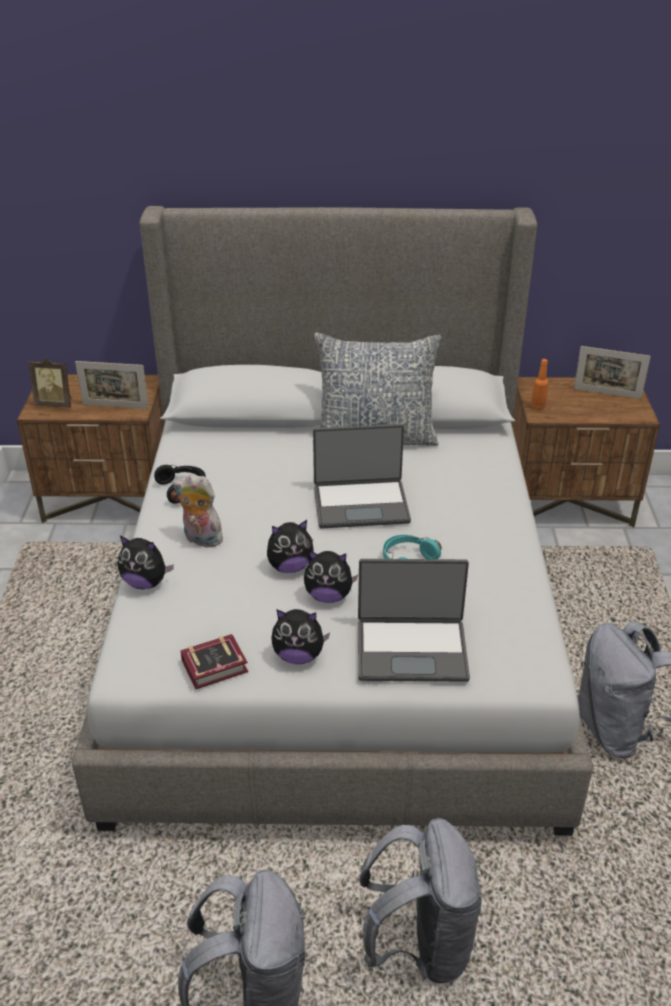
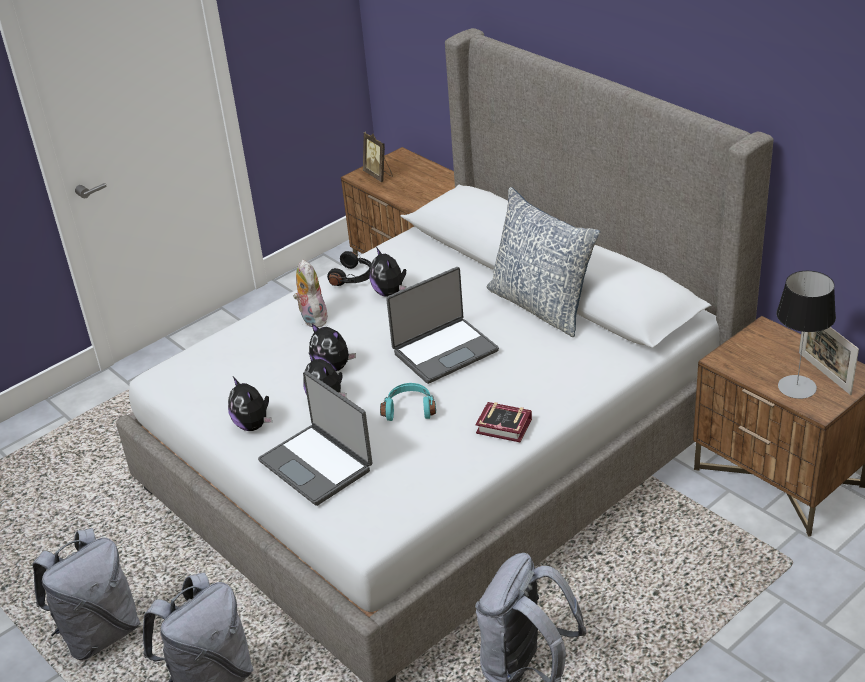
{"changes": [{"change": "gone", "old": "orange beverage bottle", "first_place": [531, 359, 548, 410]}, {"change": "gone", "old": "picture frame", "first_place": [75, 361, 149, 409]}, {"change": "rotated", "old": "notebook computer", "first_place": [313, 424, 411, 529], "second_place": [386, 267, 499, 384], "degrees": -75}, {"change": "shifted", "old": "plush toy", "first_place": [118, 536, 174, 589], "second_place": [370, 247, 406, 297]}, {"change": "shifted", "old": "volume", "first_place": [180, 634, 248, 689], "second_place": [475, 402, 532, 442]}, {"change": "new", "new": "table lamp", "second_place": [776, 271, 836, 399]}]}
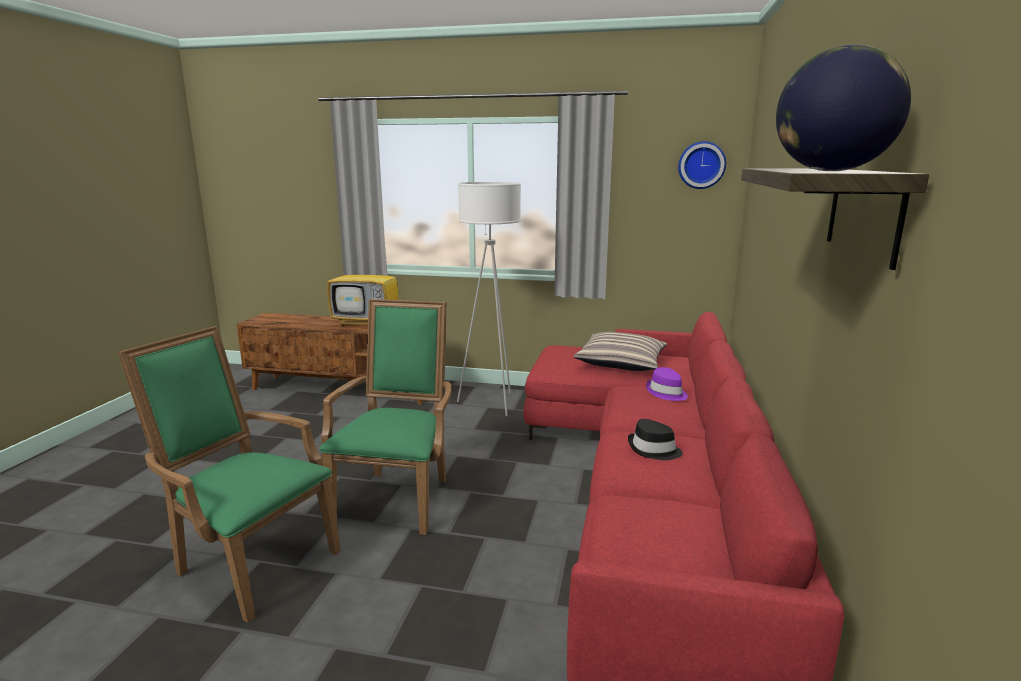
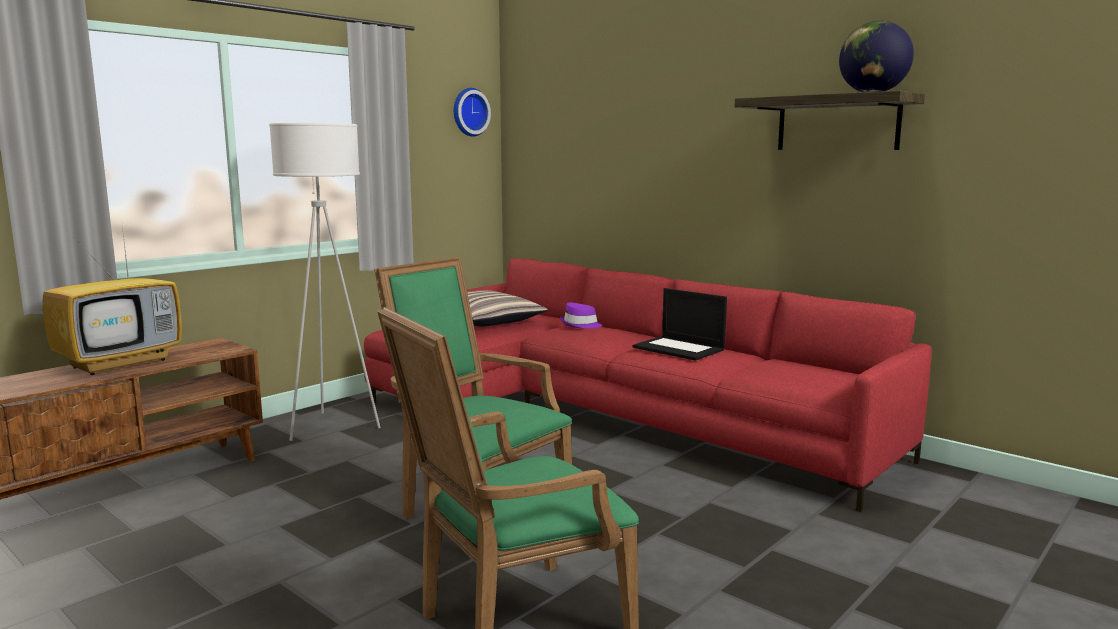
{"changes": [{"change": "swapped", "old": "black clothing hat", "new": "notebook computer", "first_place": [628, 419, 683, 460], "second_place": [633, 288, 727, 361]}]}
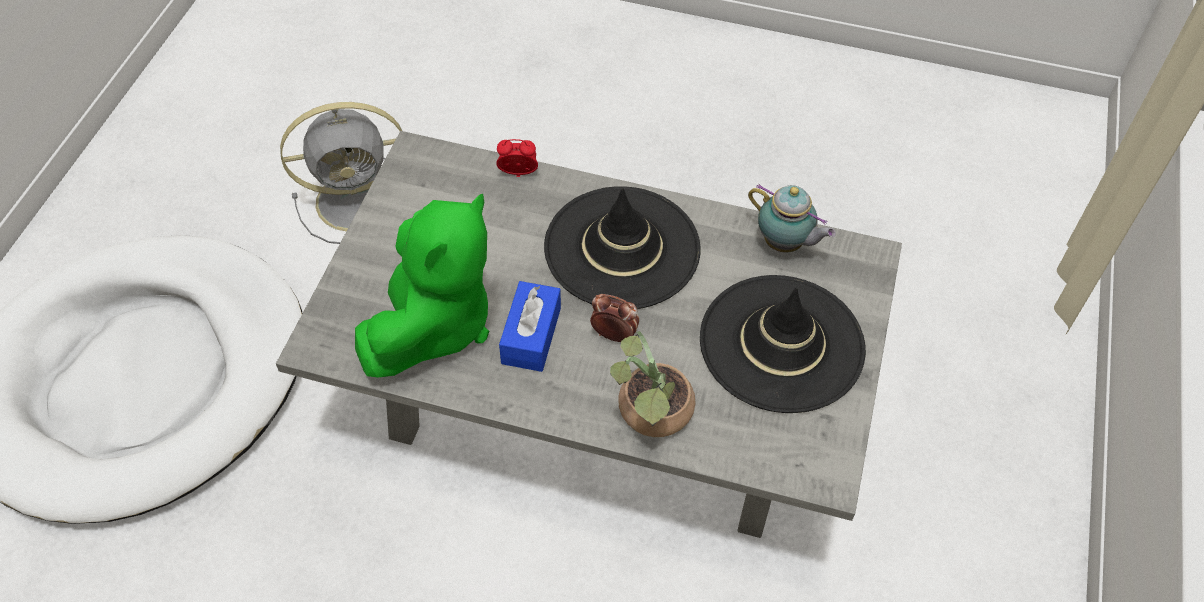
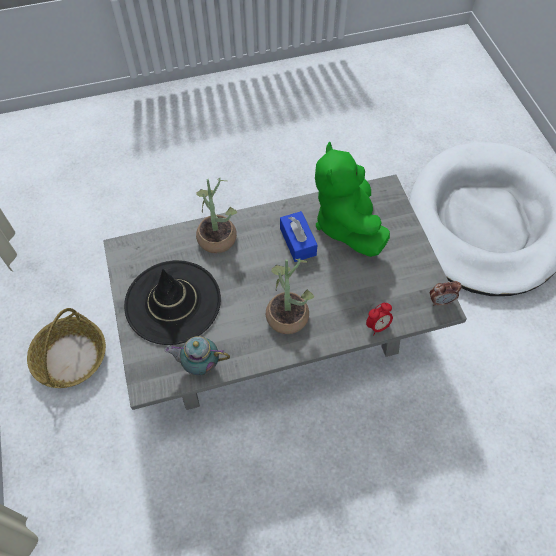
{"changes": [{"change": "gone", "old": "gray cooling fan", "first_place": [280, 102, 402, 244]}, {"change": "swapped", "old": "black clothing hat", "new": "plant in a pot", "first_place": [544, 187, 700, 309], "second_place": [266, 258, 314, 334]}, {"change": "shifted", "old": "alarm clock", "first_place": [590, 294, 639, 342], "second_place": [430, 281, 462, 306]}, {"change": "new", "new": "basket", "second_place": [27, 308, 106, 388]}]}
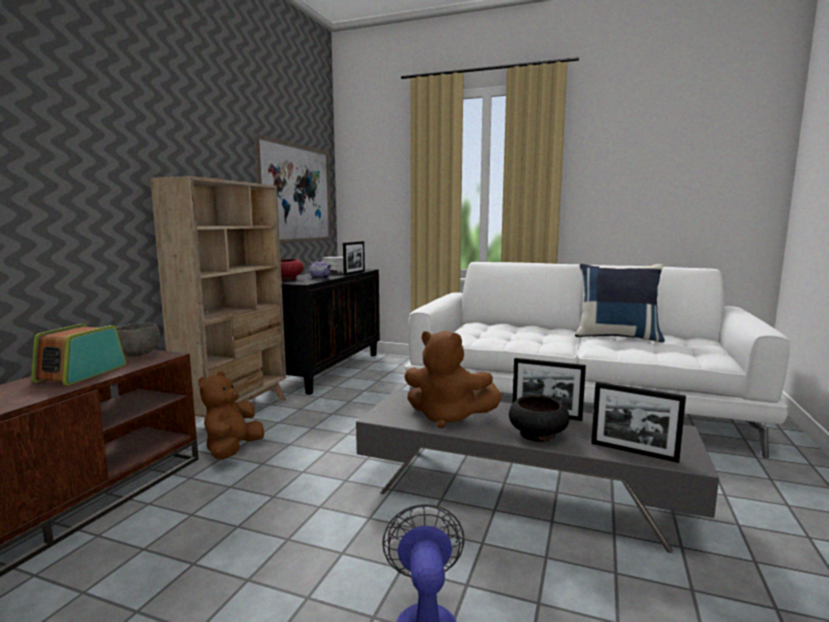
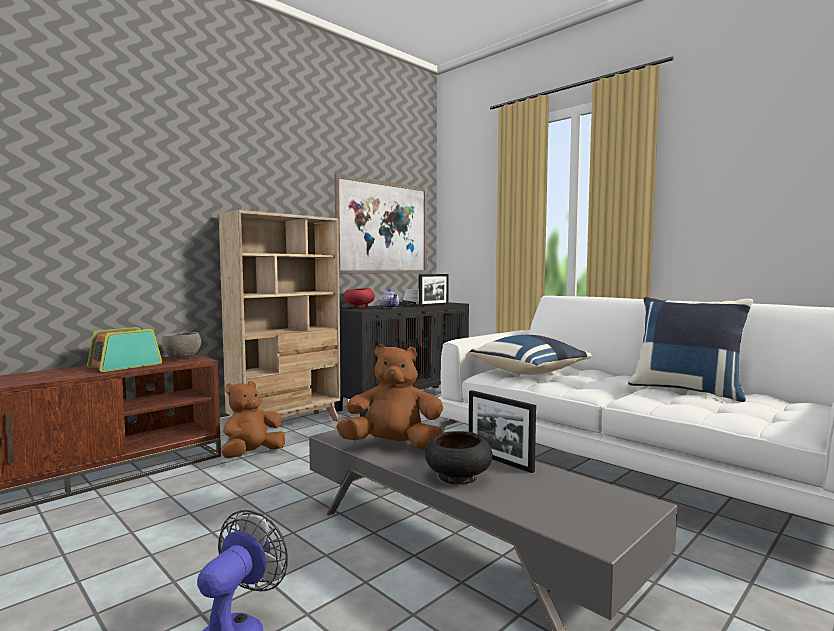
{"changes": [{"change": "rotated", "old": "brown plush toy", "first_place": [404, 331, 502, 428], "second_place": [336, 344, 443, 450], "degrees": 135}, {"change": "gone", "old": "picture frame", "first_place": [591, 382, 686, 463]}, {"change": "new", "new": "bluish throw pillow", "second_place": [470, 335, 592, 375]}]}
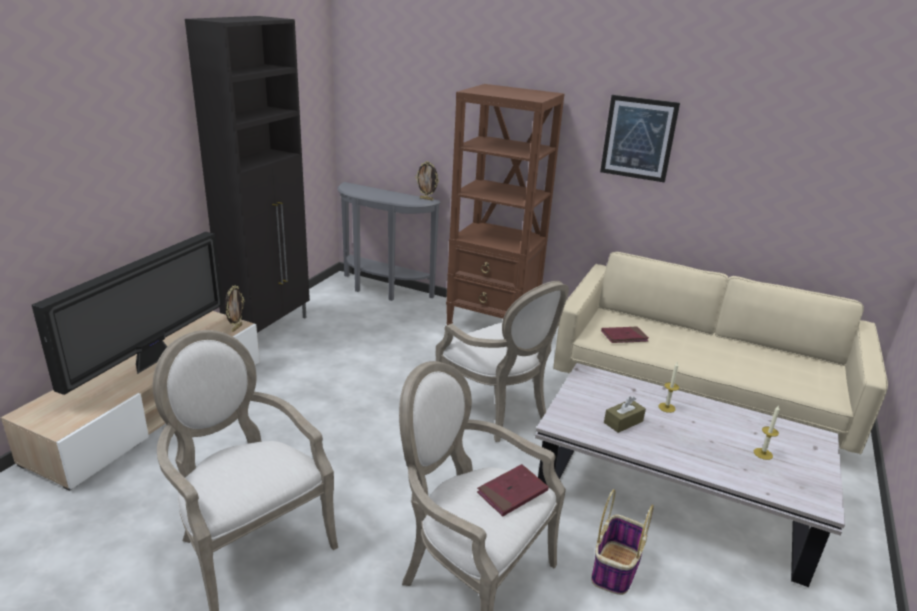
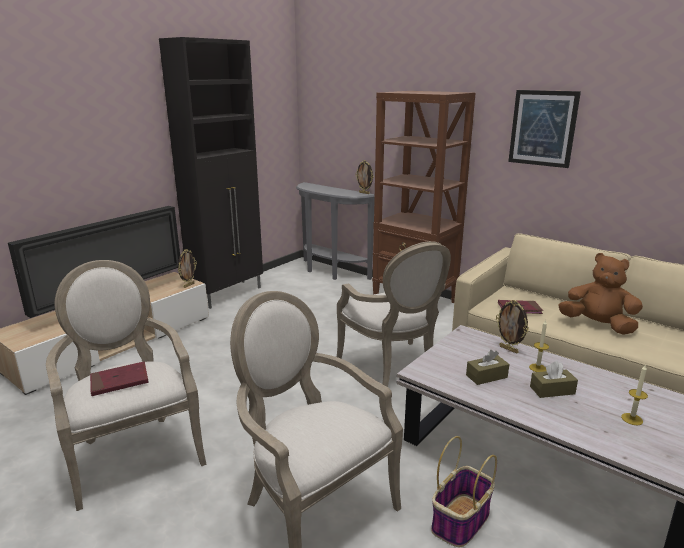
{"changes": [{"change": "shifted", "old": "reddish volume", "first_place": [477, 464, 548, 516], "second_place": [90, 361, 149, 396]}, {"change": "new", "new": "brown plush toy", "second_place": [558, 253, 643, 335]}, {"change": "new", "new": "picture frame", "second_place": [496, 300, 529, 353]}, {"change": "new", "new": "brown tissue holder", "second_place": [530, 361, 578, 398]}]}
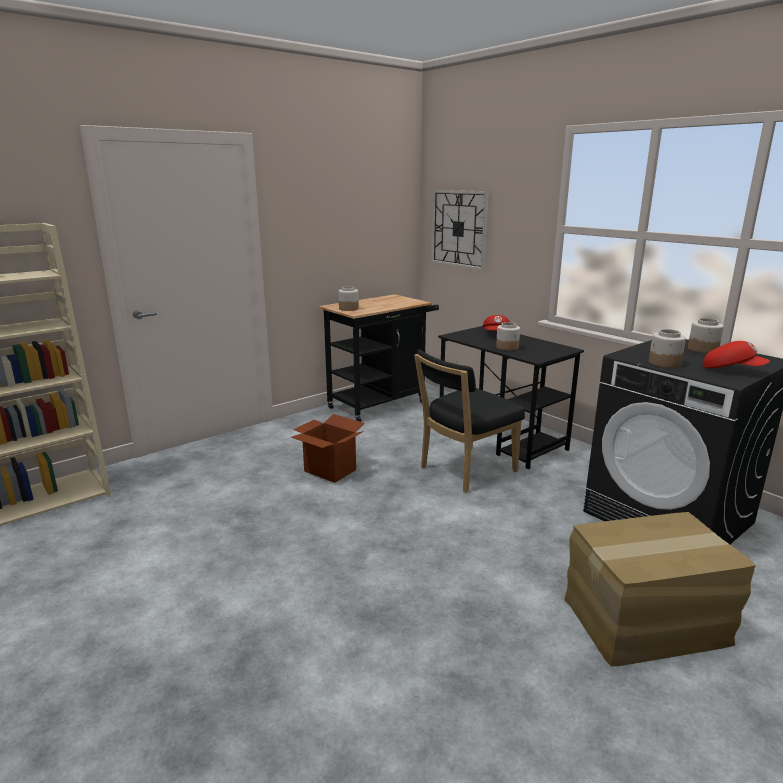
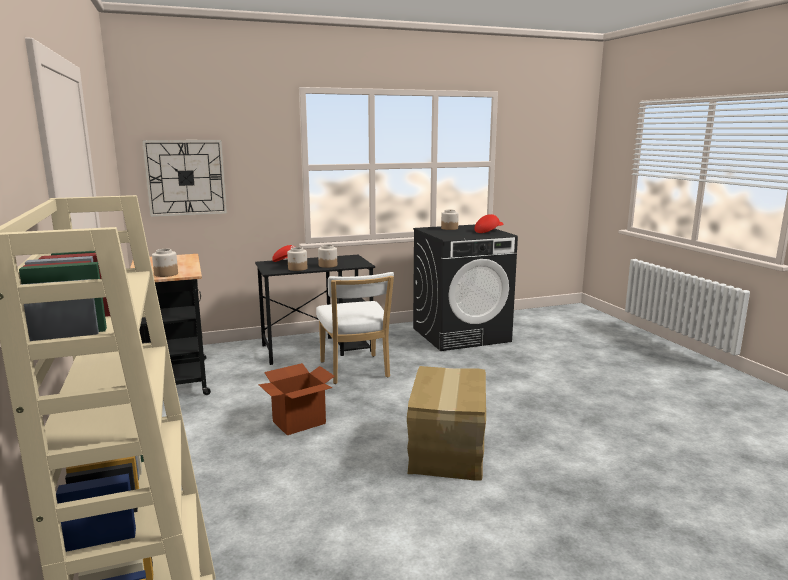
{"changes": [{"change": "shifted", "old": "storage jar", "first_place": [649, 329, 686, 368], "second_place": [287, 247, 307, 271]}, {"change": "repainted", "old": "black chair", "new": "white chair", "first_place": [414, 349, 525, 492], "second_place": [316, 272, 394, 384]}, {"change": "shifted", "old": "carton", "first_place": [564, 512, 756, 667], "second_place": [407, 366, 486, 481]}]}
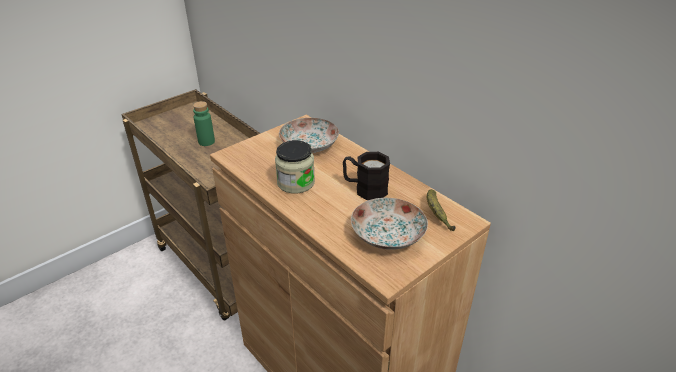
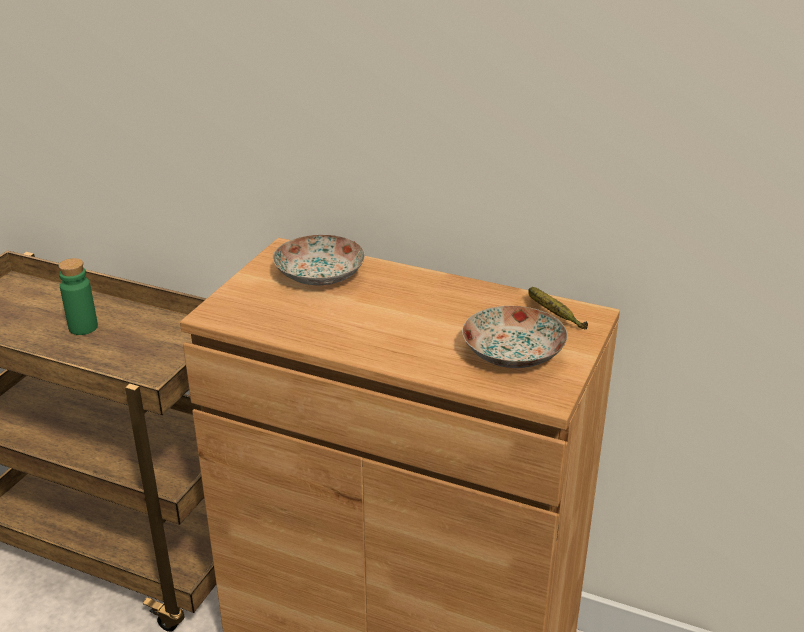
{"changes": [{"change": "gone", "old": "storage jar", "first_place": [275, 140, 315, 194]}, {"change": "gone", "old": "black tea mug", "first_place": [343, 152, 390, 200]}]}
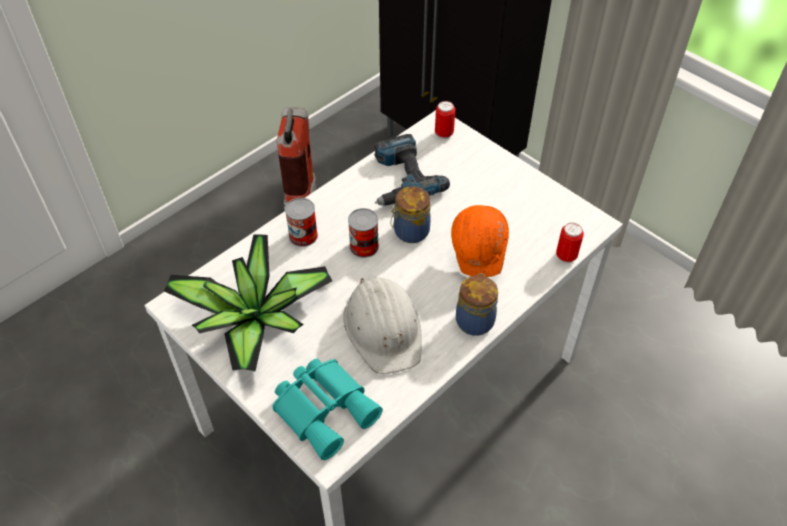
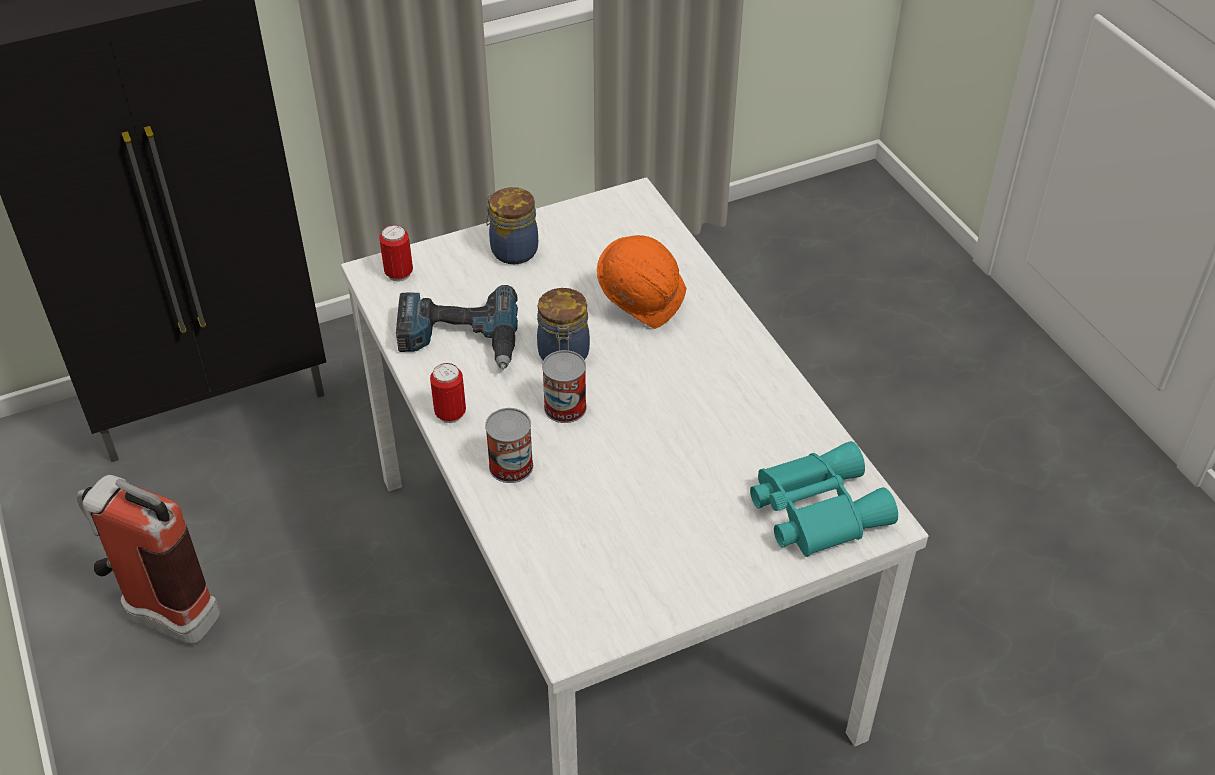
{"changes": [{"change": "shifted", "old": "metal can", "first_place": [556, 223, 584, 263], "second_place": [430, 363, 466, 423]}, {"change": "gone", "old": "plant in a pot", "first_place": [164, 235, 332, 371]}, {"change": "shifted", "old": "storage jar", "first_place": [456, 274, 498, 336], "second_place": [486, 187, 538, 264]}, {"change": "gone", "old": "white work helmet", "first_place": [343, 278, 422, 374]}]}
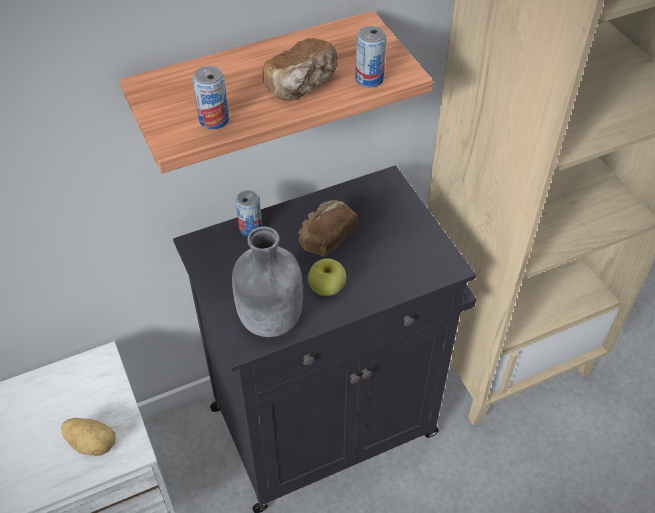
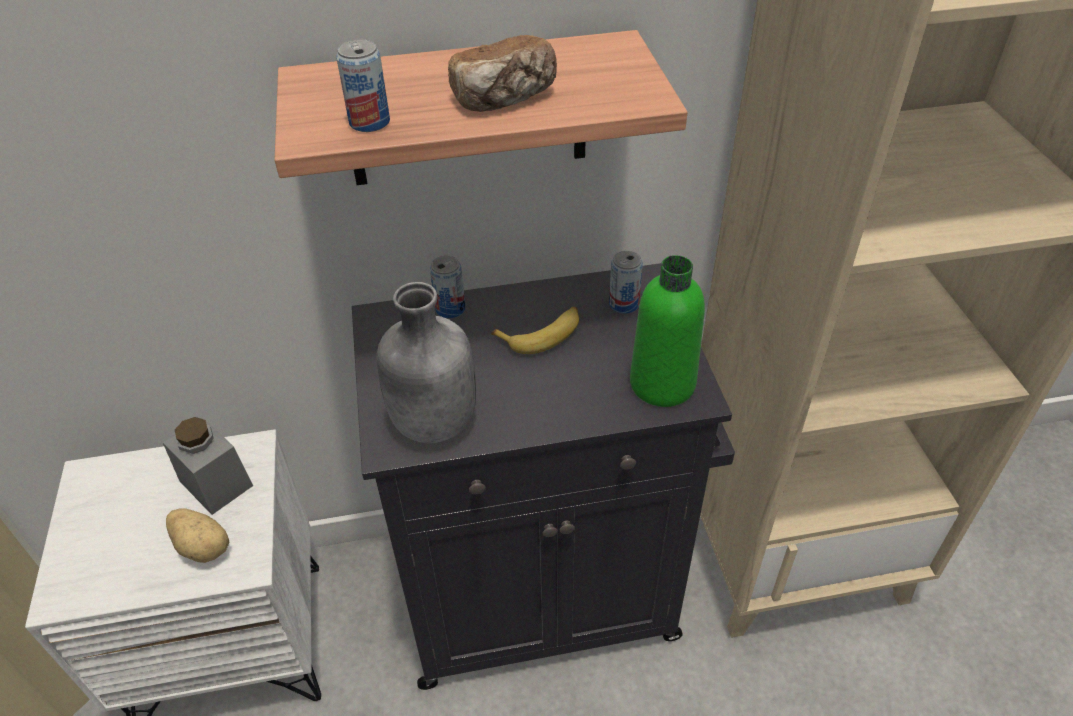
{"changes": [{"change": "shifted", "old": "metal can", "first_place": [355, 26, 386, 87], "second_place": [609, 251, 643, 314]}, {"change": "swapped", "old": "baked bread", "new": "whole banana", "first_place": [299, 200, 358, 256], "second_place": [491, 307, 579, 354]}, {"change": "gone", "old": "apple", "first_place": [308, 258, 346, 296]}, {"change": "new", "new": "green beverage bottle", "second_place": [630, 255, 705, 407]}, {"change": "new", "new": "gray storage jar", "second_place": [163, 417, 253, 515]}]}
